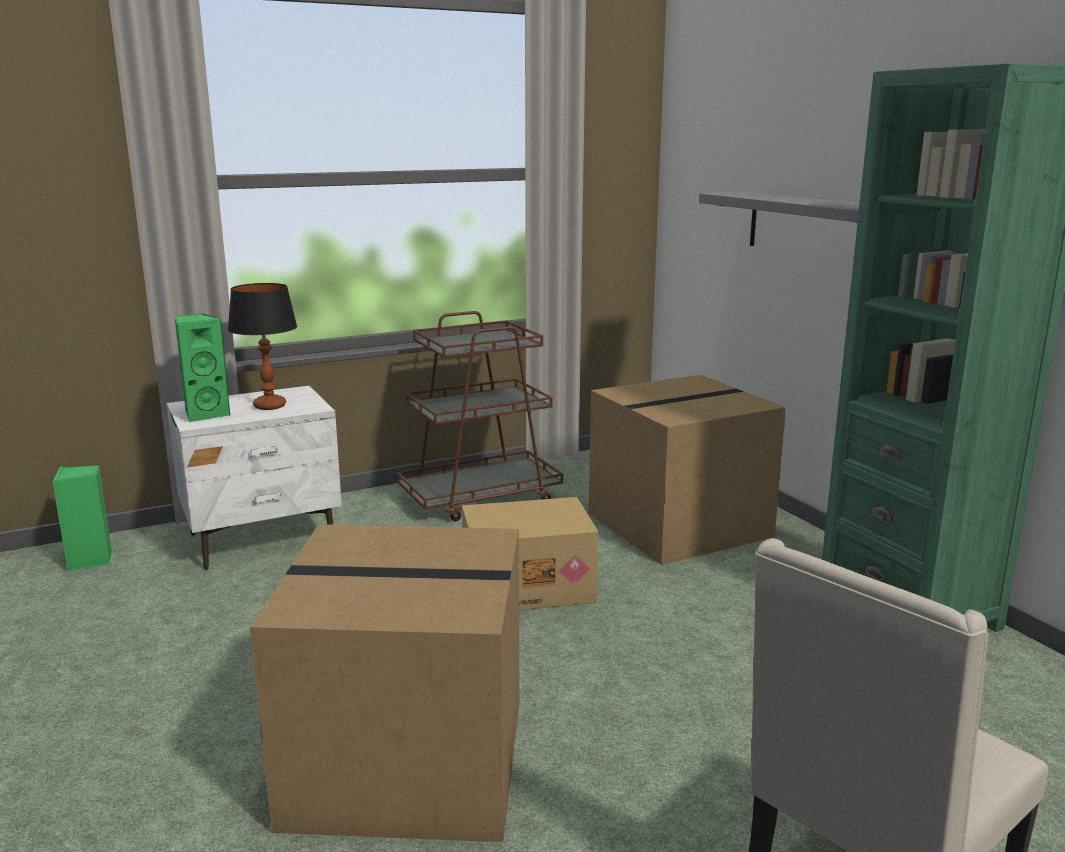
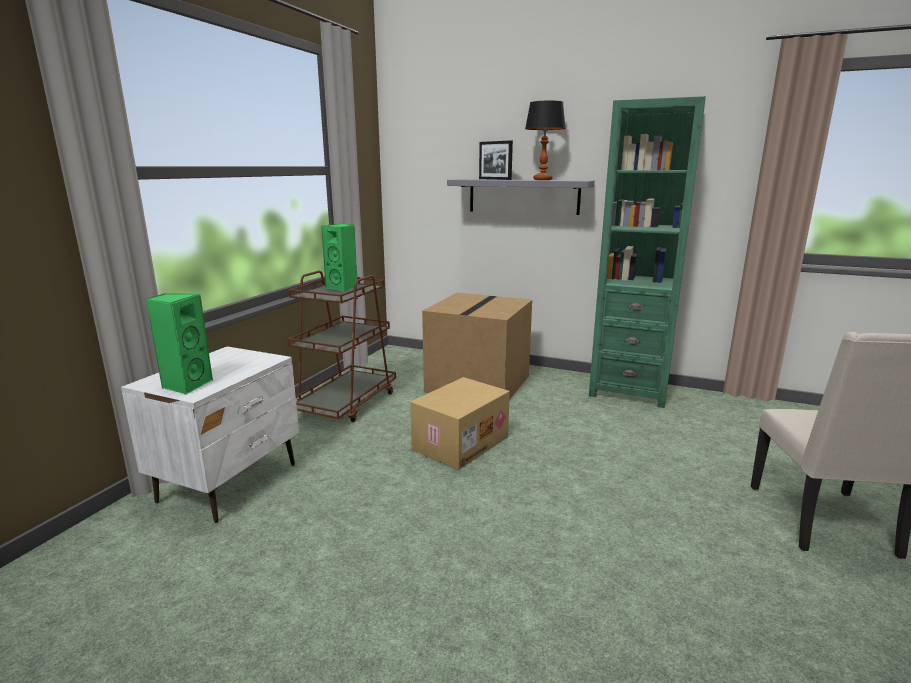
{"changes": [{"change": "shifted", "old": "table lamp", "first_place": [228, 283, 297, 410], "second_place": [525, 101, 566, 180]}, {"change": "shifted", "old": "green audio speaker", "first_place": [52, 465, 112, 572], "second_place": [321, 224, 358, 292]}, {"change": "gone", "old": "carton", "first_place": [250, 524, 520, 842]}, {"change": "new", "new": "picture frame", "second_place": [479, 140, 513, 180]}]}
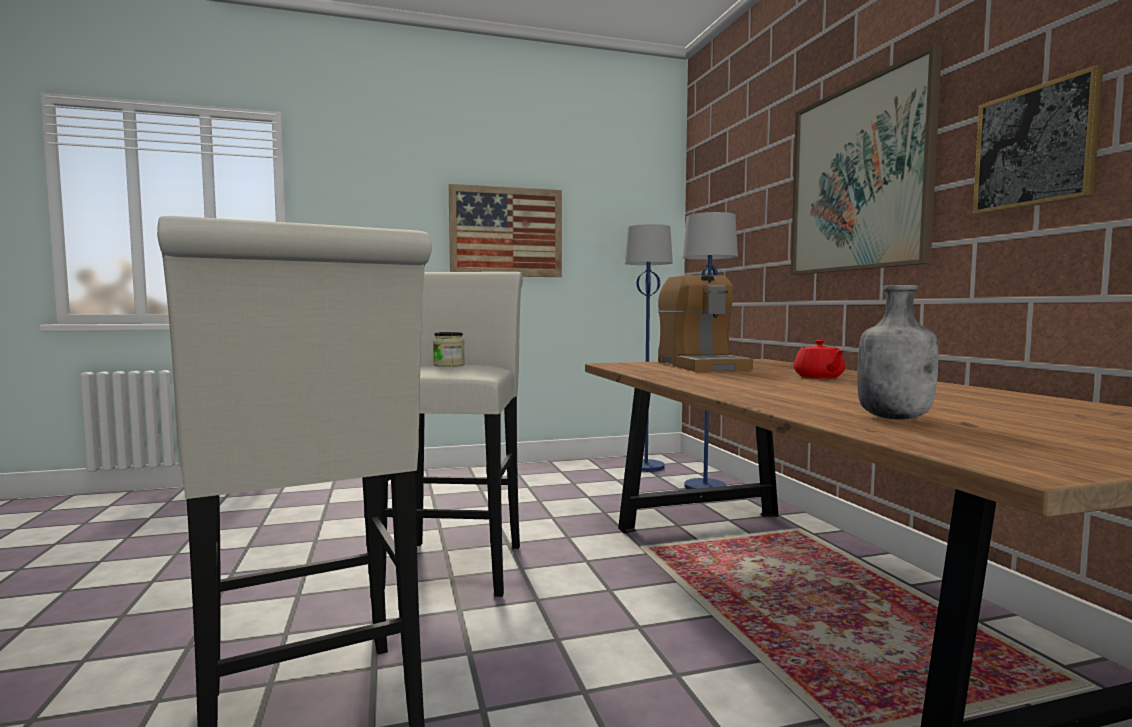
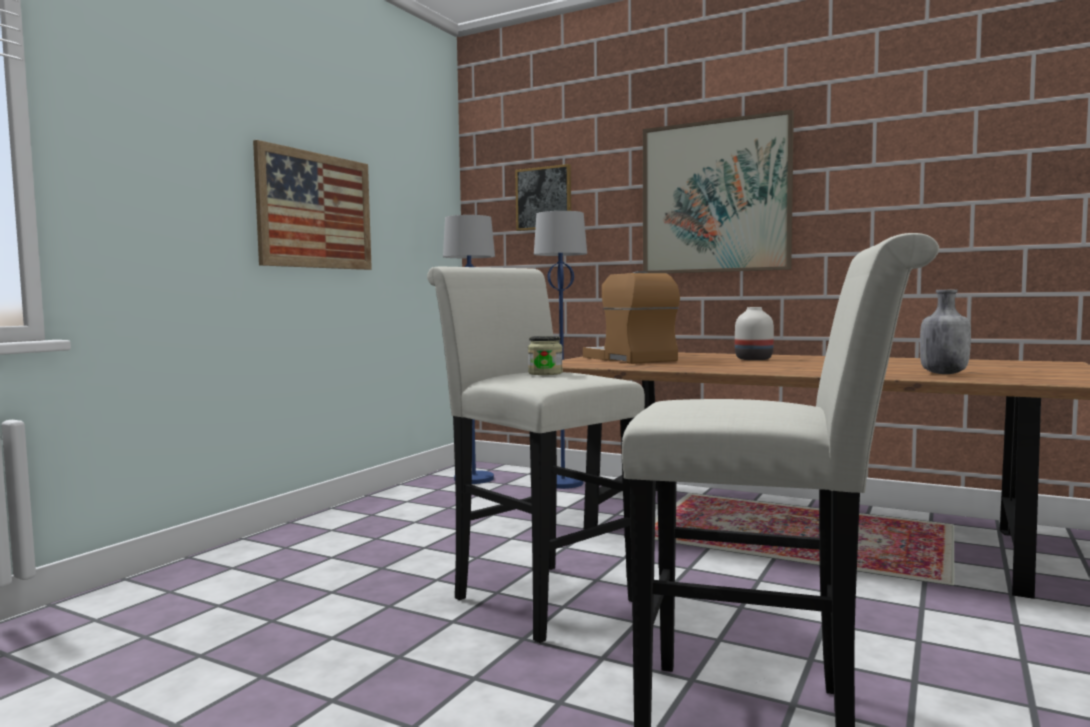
{"changes": [{"change": "shifted", "old": "wall art", "first_place": [973, 65, 1103, 214], "second_place": [515, 164, 571, 231]}, {"change": "rotated", "old": "coffee maker", "first_place": [658, 274, 753, 372], "second_place": [583, 271, 680, 364], "degrees": -150}, {"change": "swapped", "old": "reddish teapot", "new": "white vase", "first_place": [793, 340, 845, 379], "second_place": [735, 307, 774, 360]}]}
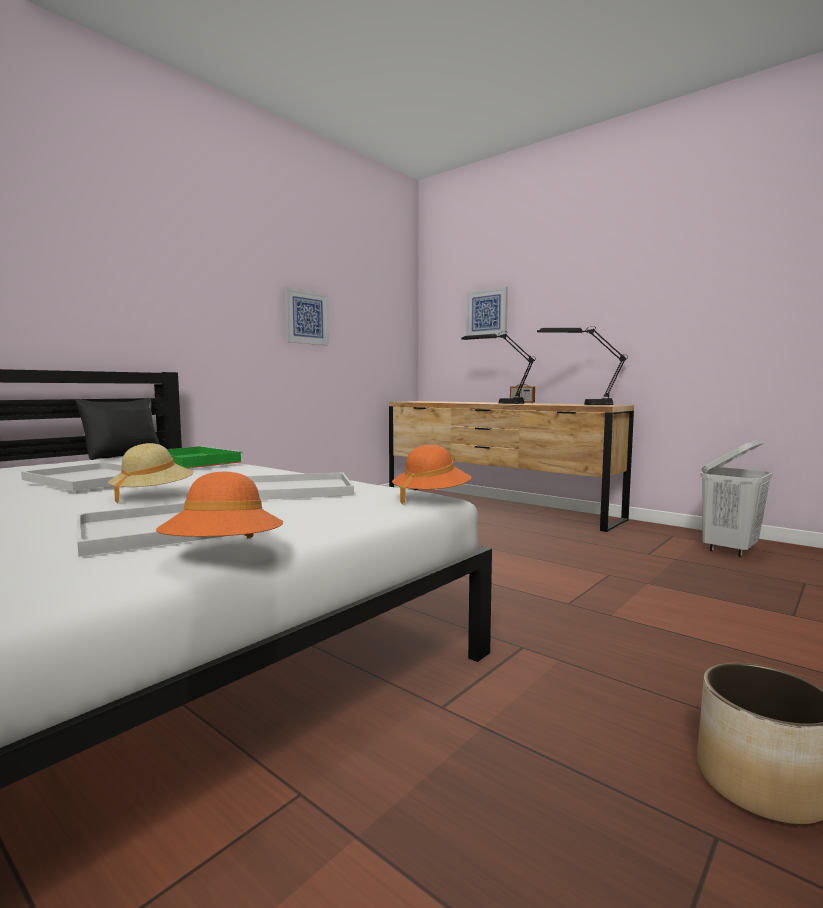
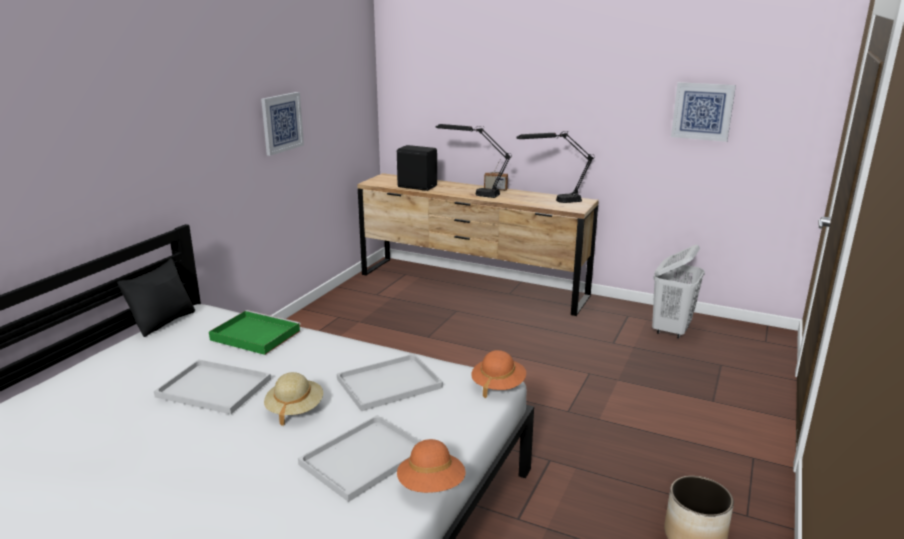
{"changes": [{"change": "shifted", "old": "wall art", "first_place": [466, 286, 508, 336], "second_place": [671, 82, 736, 142]}, {"change": "new", "new": "black audio speaker", "second_place": [397, 145, 437, 191]}]}
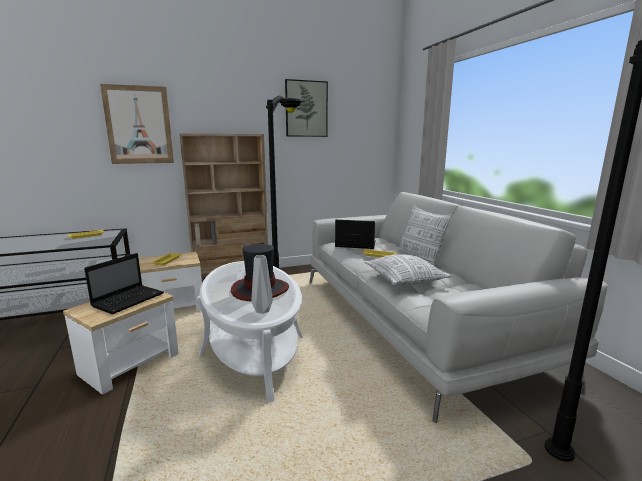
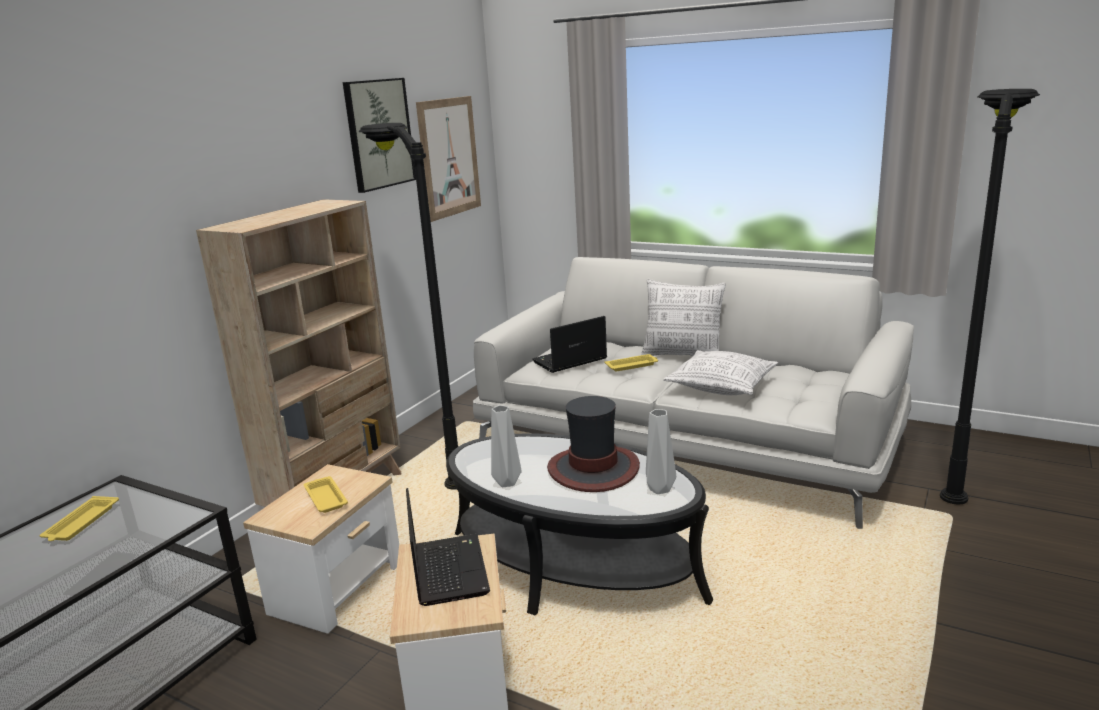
{"changes": [{"change": "shifted", "old": "wall art", "first_place": [100, 84, 174, 164], "second_place": [416, 96, 481, 222]}, {"change": "repainted", "old": "white low table", "new": "black low table", "first_place": [197, 261, 303, 403], "second_place": [446, 433, 713, 616]}, {"change": "new", "new": "gray vase", "second_place": [491, 405, 522, 487]}]}
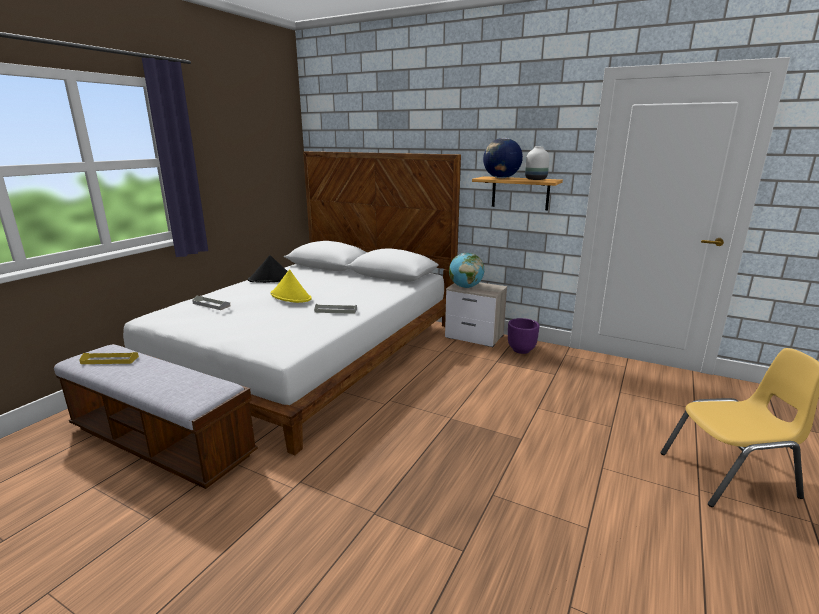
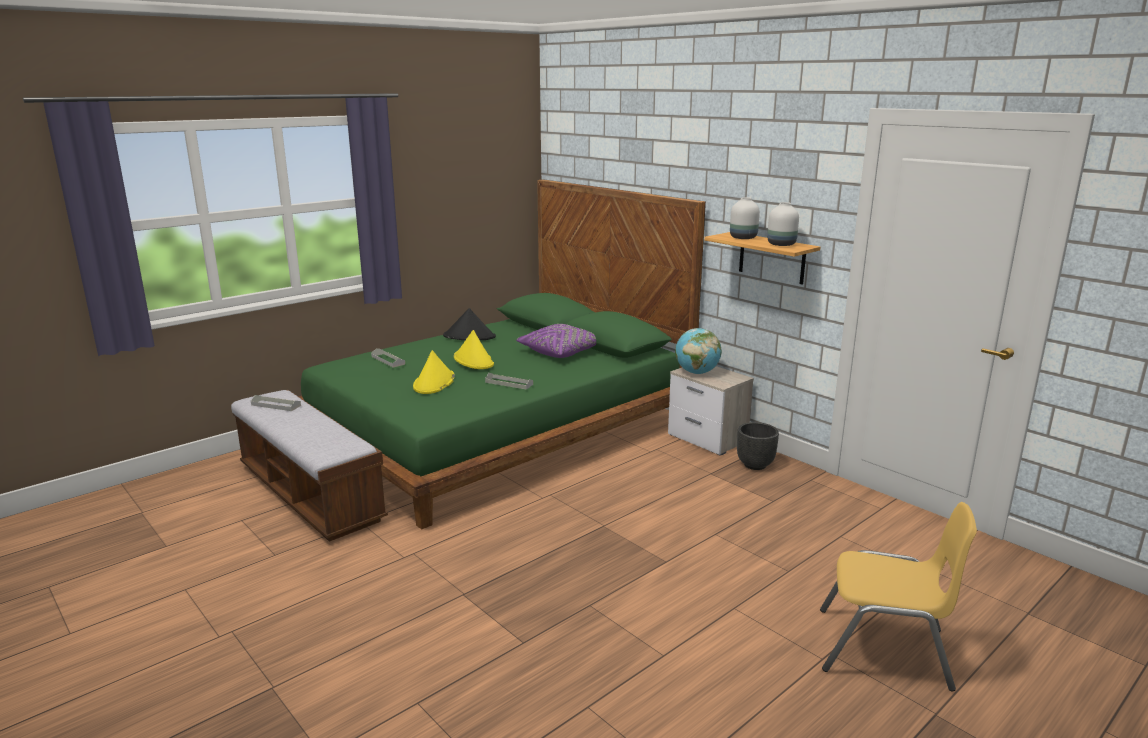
{"changes": [{"change": "swapped", "old": "desk globe", "new": "white vase", "first_place": [483, 138, 523, 178], "second_place": [730, 197, 760, 239]}, {"change": "repainted", "old": "white sleeping bed", "new": "green sleeping bed", "first_place": [123, 151, 461, 455], "second_place": [298, 179, 706, 529]}, {"change": "repainted", "old": "purple plant pot", "new": "black plant pot", "first_place": [508, 318, 539, 354], "second_place": [737, 422, 779, 470]}, {"change": "repainted", "old": "yellow-coloured tray", "new": "gray tray", "first_place": [79, 352, 139, 364], "second_place": [251, 395, 301, 411]}, {"change": "new", "new": "purple throw pillow", "second_place": [516, 324, 596, 358]}, {"change": "new", "new": "yellow-coloured clothing hat", "second_place": [413, 350, 455, 394]}]}
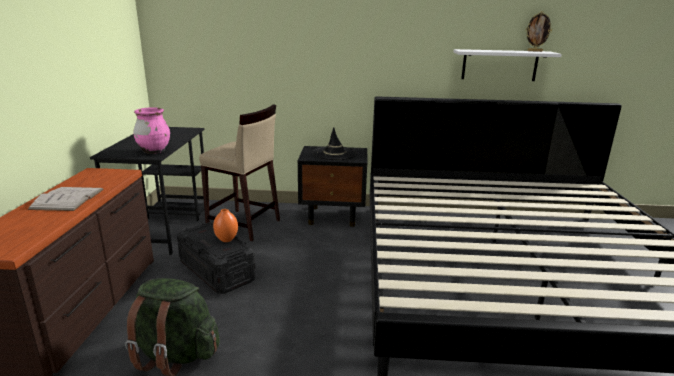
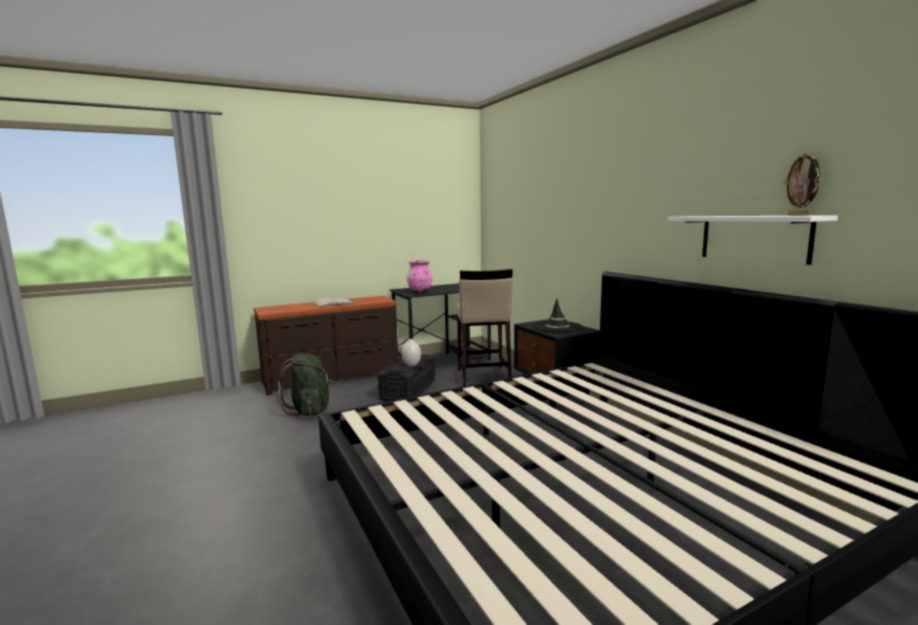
{"changes": [{"change": "repainted", "old": "orange vase", "new": "white vase", "first_place": [213, 209, 238, 242], "second_place": [401, 339, 421, 367]}]}
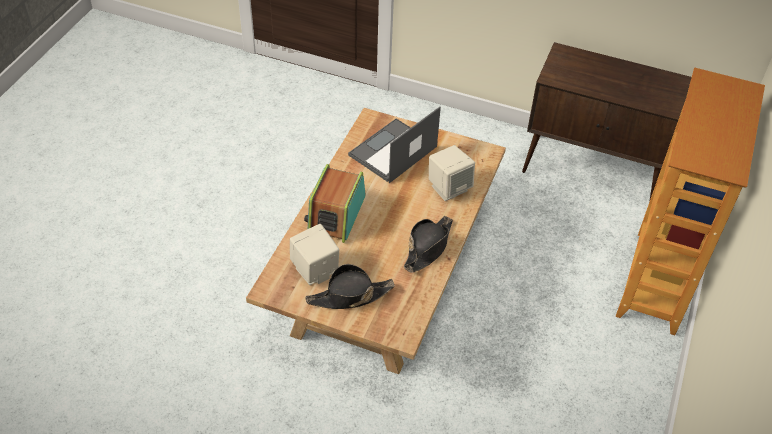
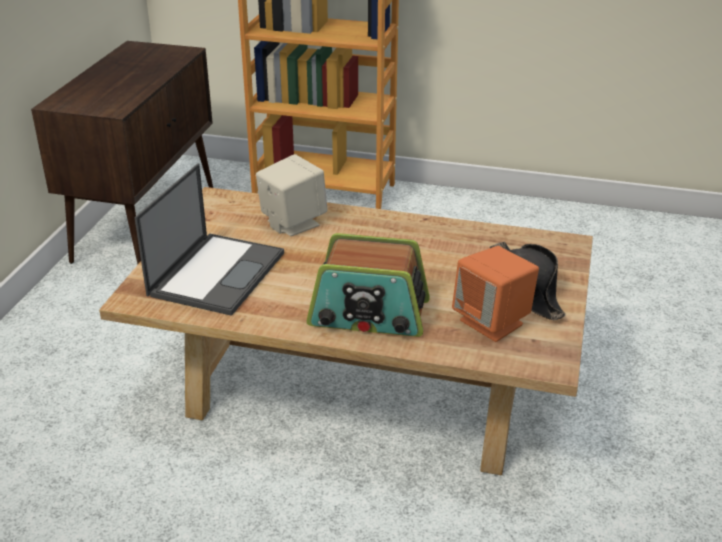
{"changes": [{"change": "rotated", "old": "notebook computer", "first_place": [348, 107, 441, 183], "second_place": [134, 163, 284, 316], "degrees": -105}, {"change": "gone", "old": "black clothing hat", "first_place": [404, 216, 453, 273]}, {"change": "repainted", "old": "beige audio speaker", "new": "orange audio speaker", "first_place": [290, 224, 339, 285], "second_place": [452, 246, 539, 342]}]}
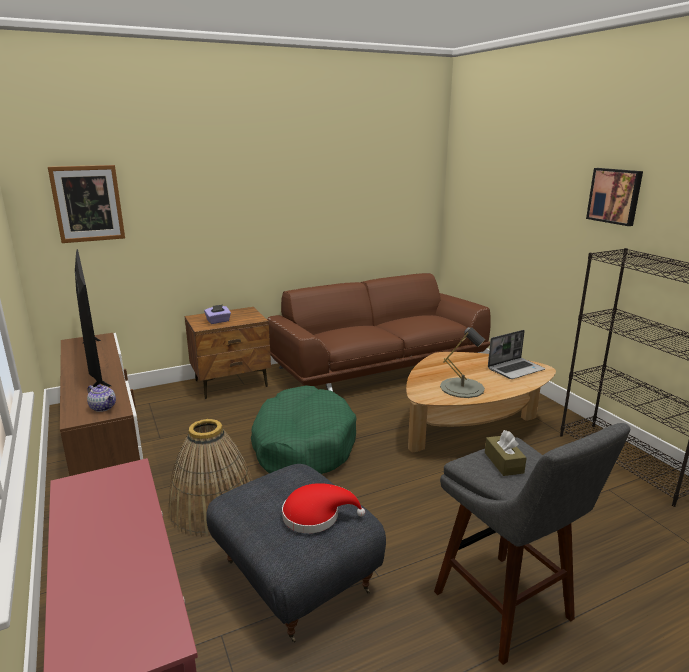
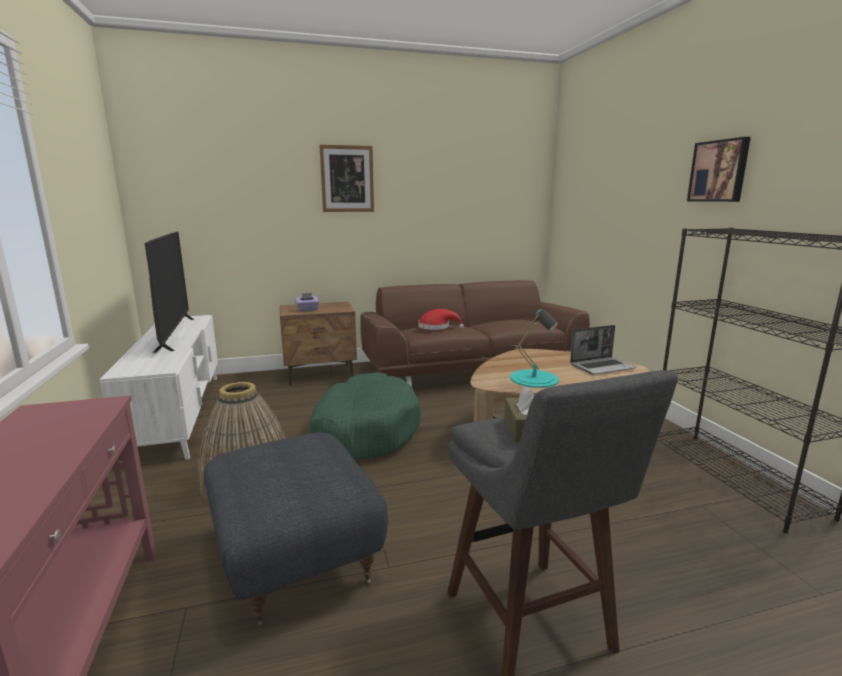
{"changes": [{"change": "shifted", "old": "wall art", "first_place": [48, 165, 125, 243], "second_place": [319, 144, 374, 212]}, {"change": "repainted", "old": "gray table lamp", "new": "turquoise-coloured table lamp", "first_place": [440, 327, 485, 398], "second_place": [510, 309, 559, 388]}, {"change": "repainted", "old": "brown tv unit", "new": "white tv unit", "first_place": [60, 333, 143, 476], "second_place": [99, 315, 218, 460]}, {"change": "gone", "old": "teapot", "first_place": [87, 385, 116, 412]}, {"change": "shifted", "old": "reddish clothing hat", "first_place": [282, 483, 365, 533], "second_place": [418, 309, 464, 330]}]}
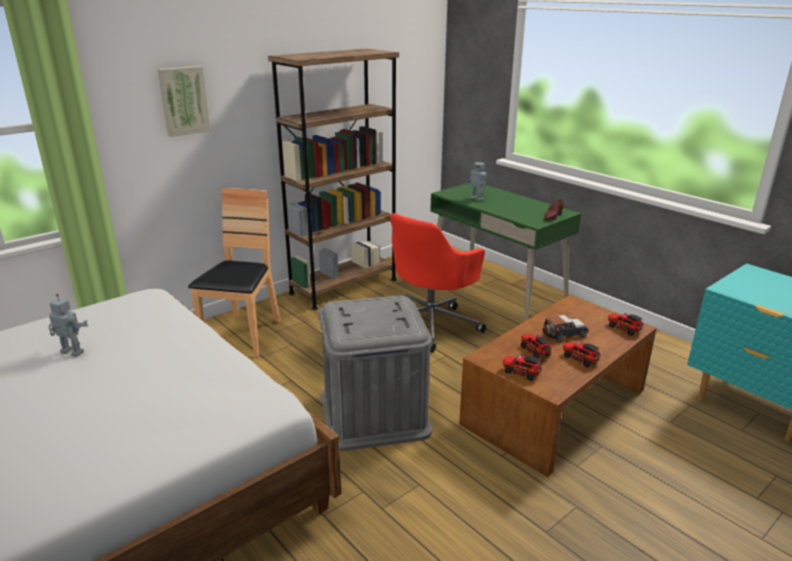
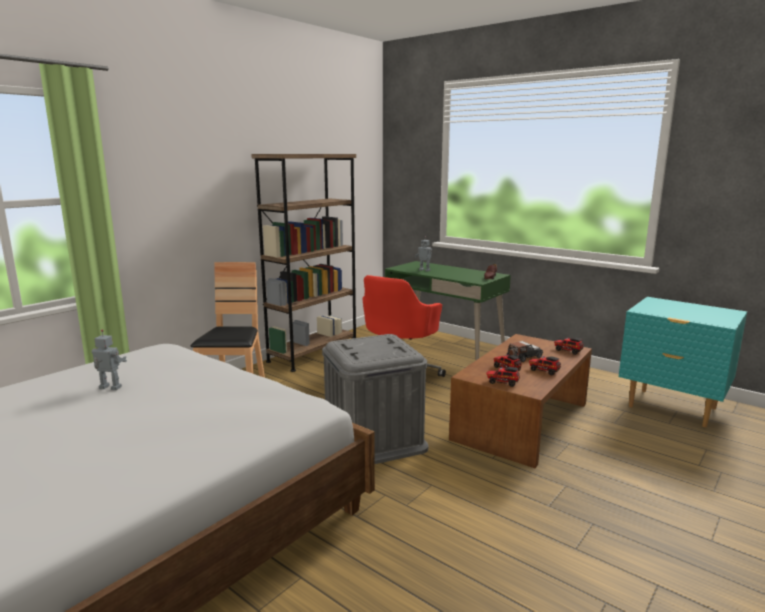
{"changes": [{"change": "gone", "old": "wall art", "first_place": [158, 66, 211, 137]}]}
